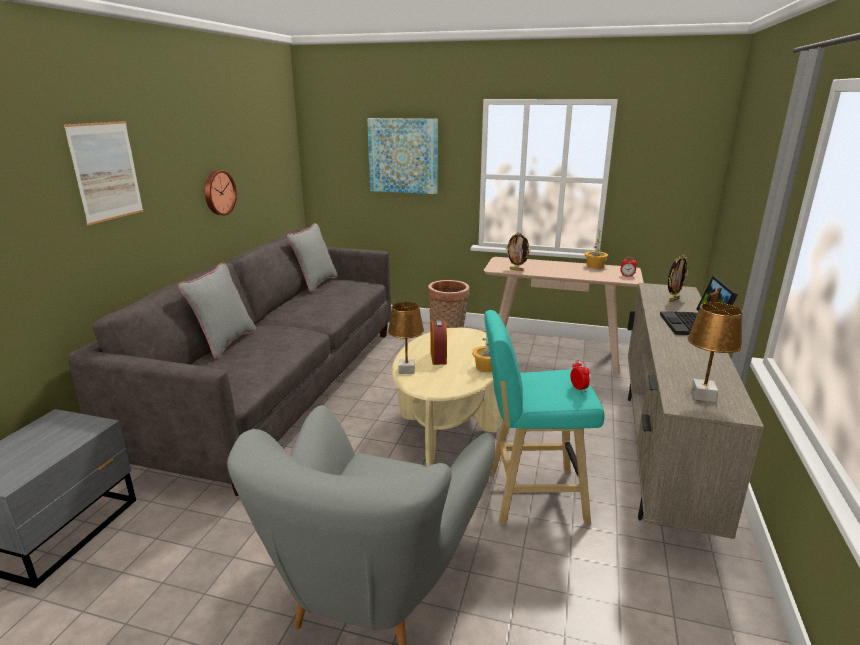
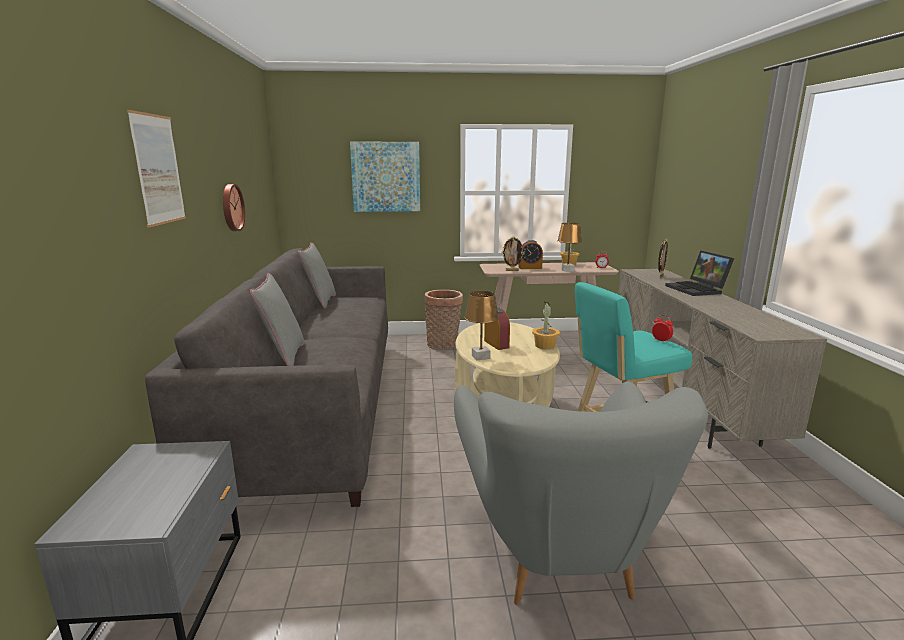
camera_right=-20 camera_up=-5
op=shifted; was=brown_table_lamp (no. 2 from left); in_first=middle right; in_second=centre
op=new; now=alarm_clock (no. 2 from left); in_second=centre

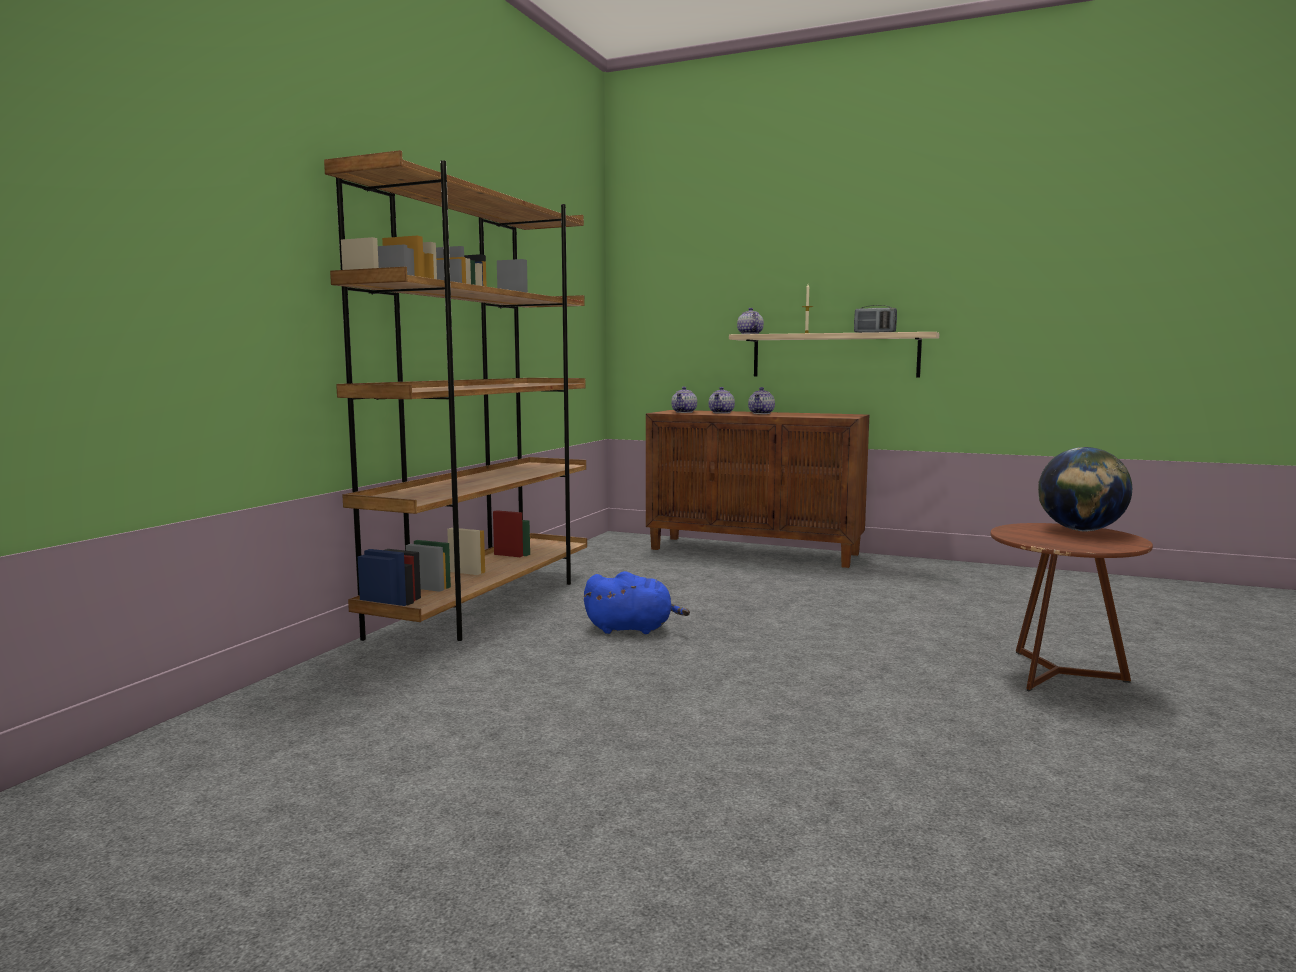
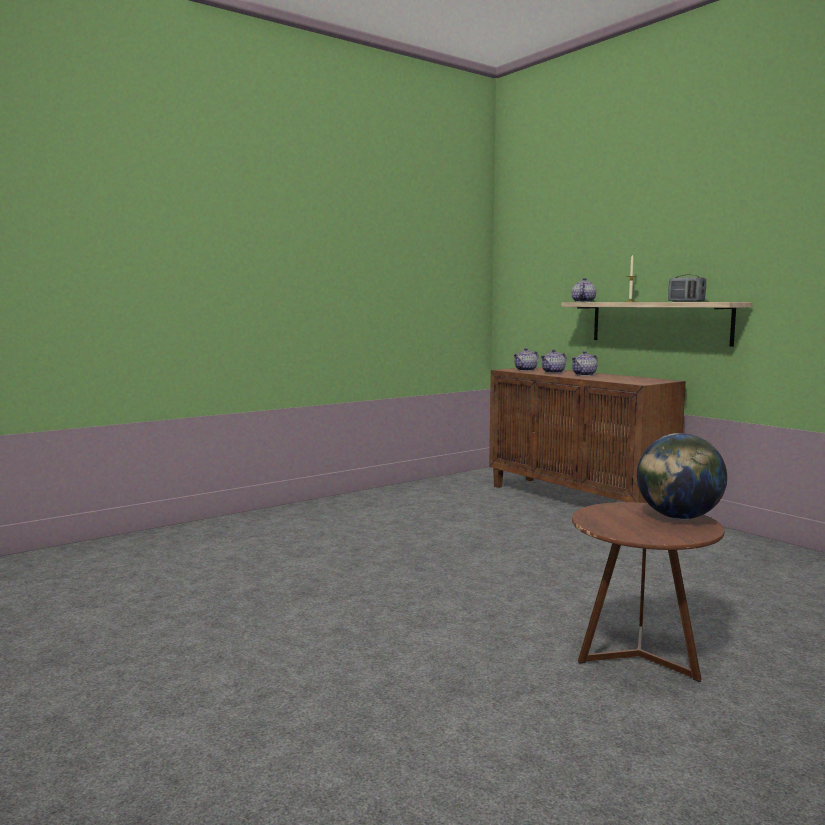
camera_right=30 camera_up=0
op=gone; was=brown_bookcase; in_first=centre
op=gone; was=blue_plush_toy; in_first=centre

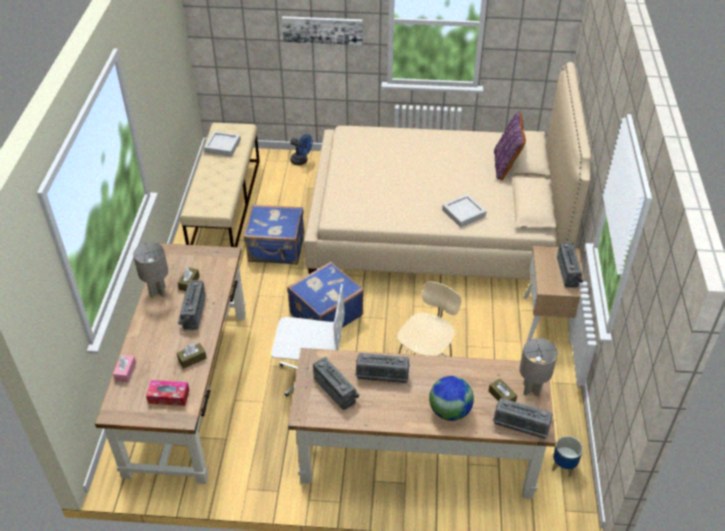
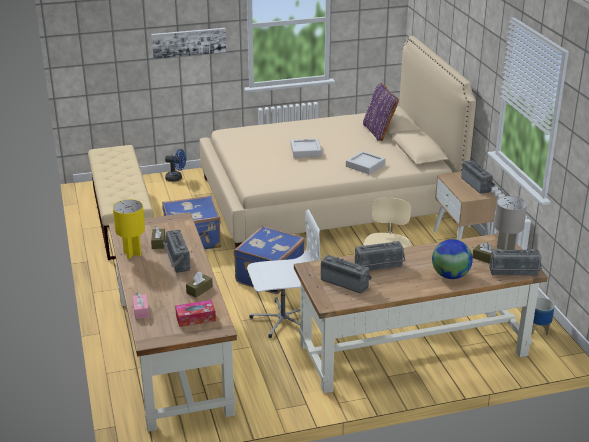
camera_right=-20 camera_up=-15
op=shifted; was=grey_tray (no. 1 from left); in_first=top left; in_second=centre
op=repainted; was=grey_table_lamp (no. 1 from left); now=yellow_table_lamp; in_first=middle left; in_second=middle left

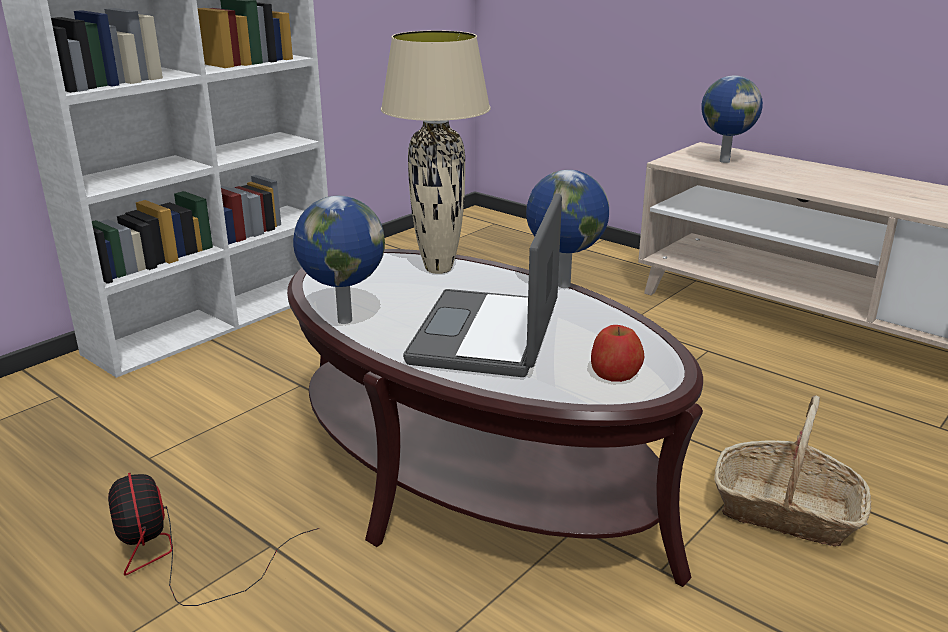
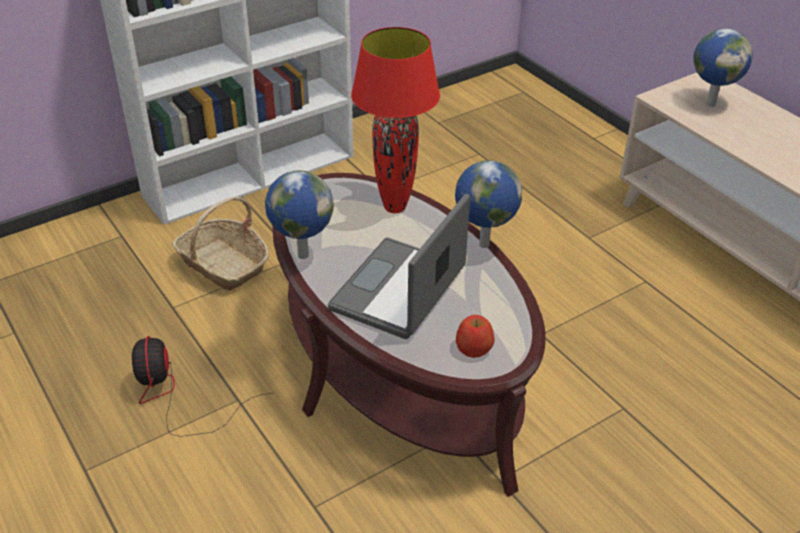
camera_right=15 camera_up=15
op=repainted; was=beige_table_lamp; now=red_table_lamp; in_first=top centre; in_second=top centre
op=shifted; was=basket; in_first=bottom right; in_second=middle left

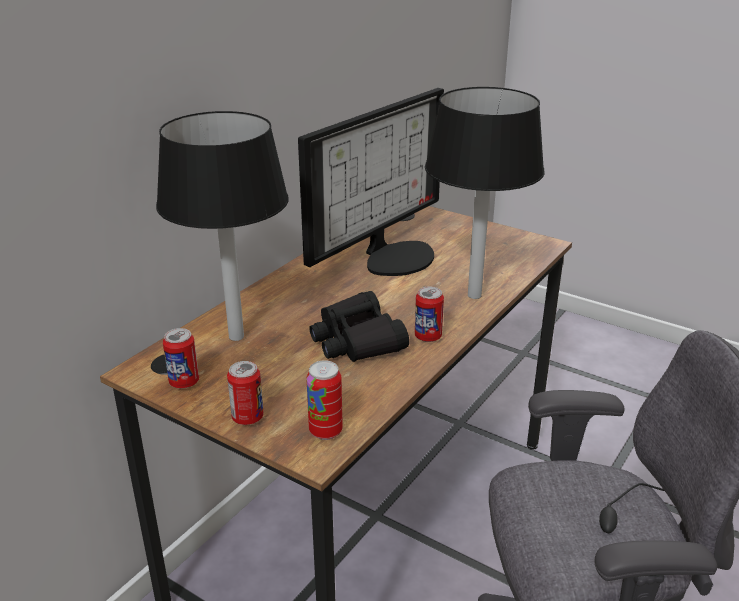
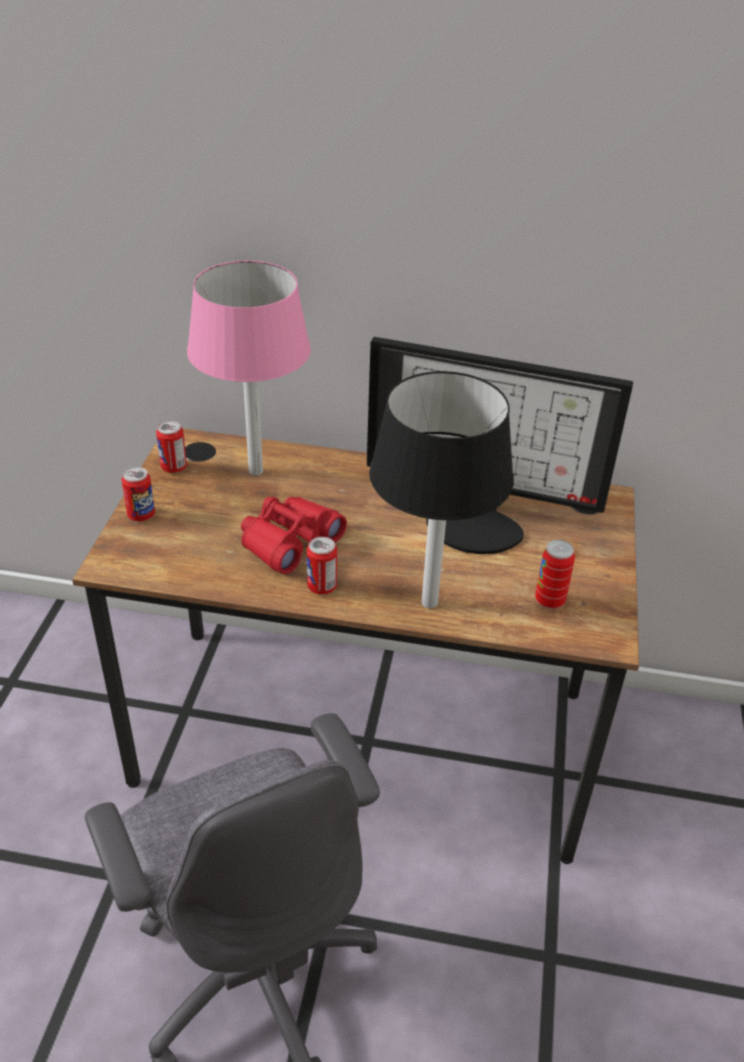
camera_right=65 camera_up=10
op=repainted; was=black_table_lamp (no. 1 from left); now=pink_table_lamp; in_first=middle left; in_second=centre
op=repainted; was=black_binoculars; now=red_binoculars; in_first=centre; in_second=centre
op=shifted; was=can (no. 3 from left in the first image); now=can (no. 4 from left); in_first=centre; in_second=middle right

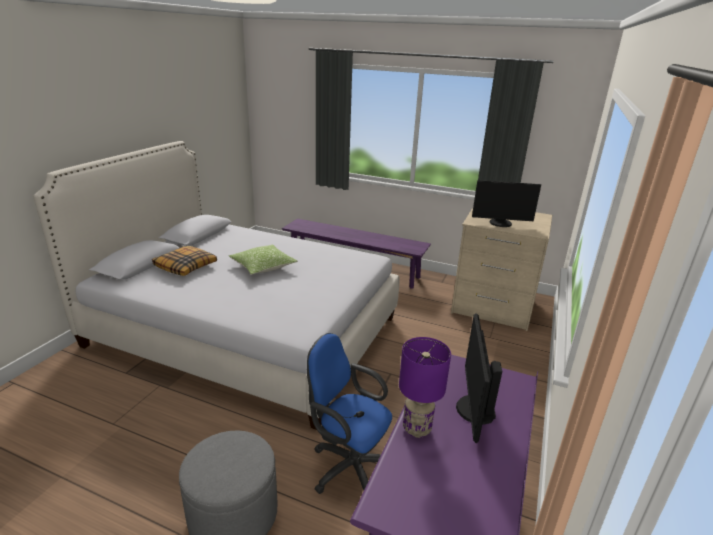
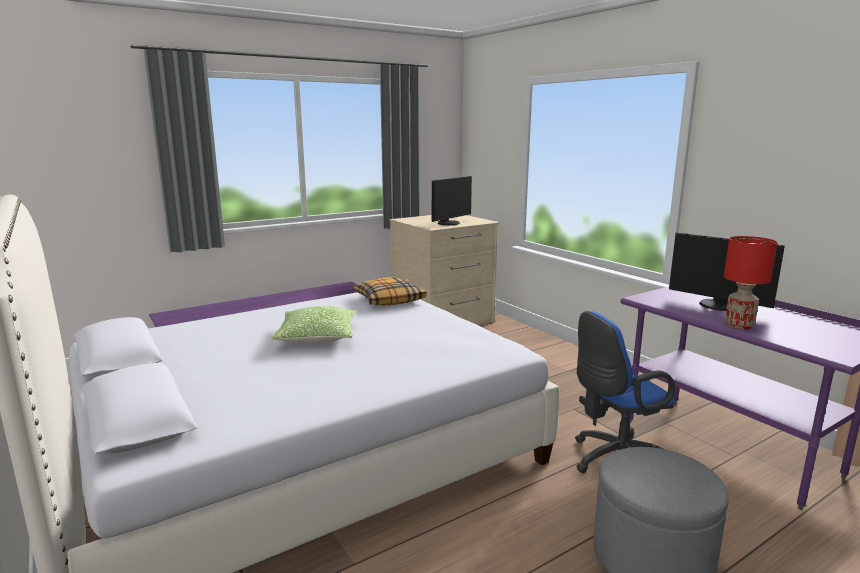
camera_right=-55 camera_up=-10
op=shifted; was=pillow (no. 1 from left in the first image); now=pillow (no. 2 from left); in_first=middle left; in_second=centre
op=repainted; was=purple_table_lamp; now=red_table_lamp; in_first=bottom centre; in_second=middle right

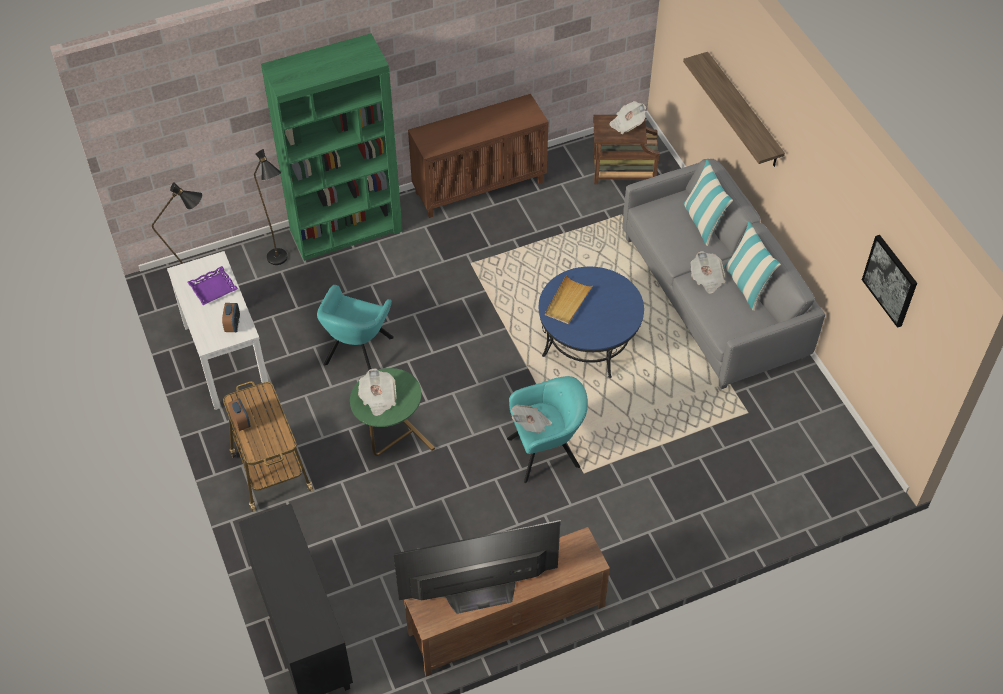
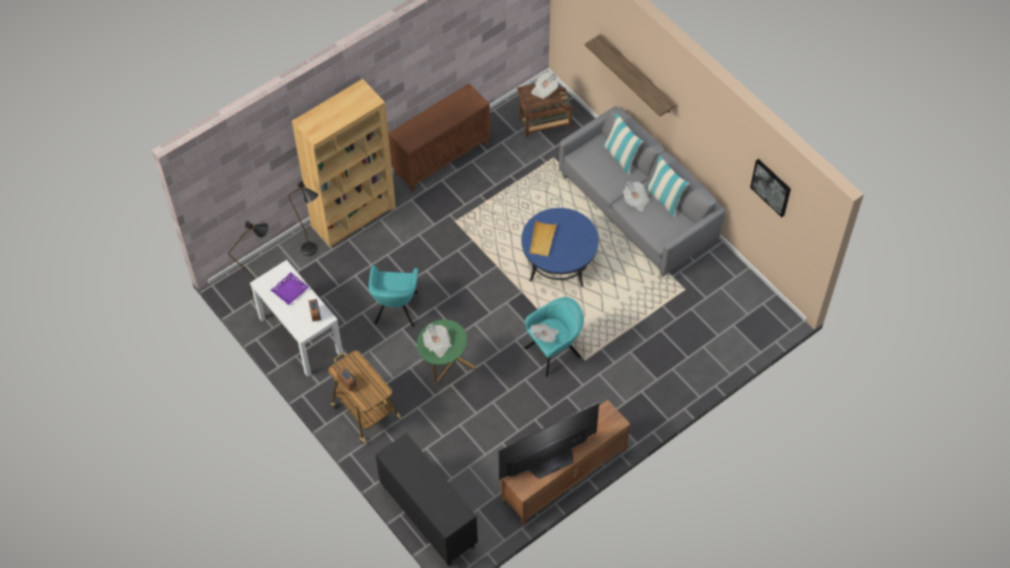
camera_right=-15 camera_up=5
op=repainted; was=green_bookcase; now=brown_bookcase; in_first=top left; in_second=top centre

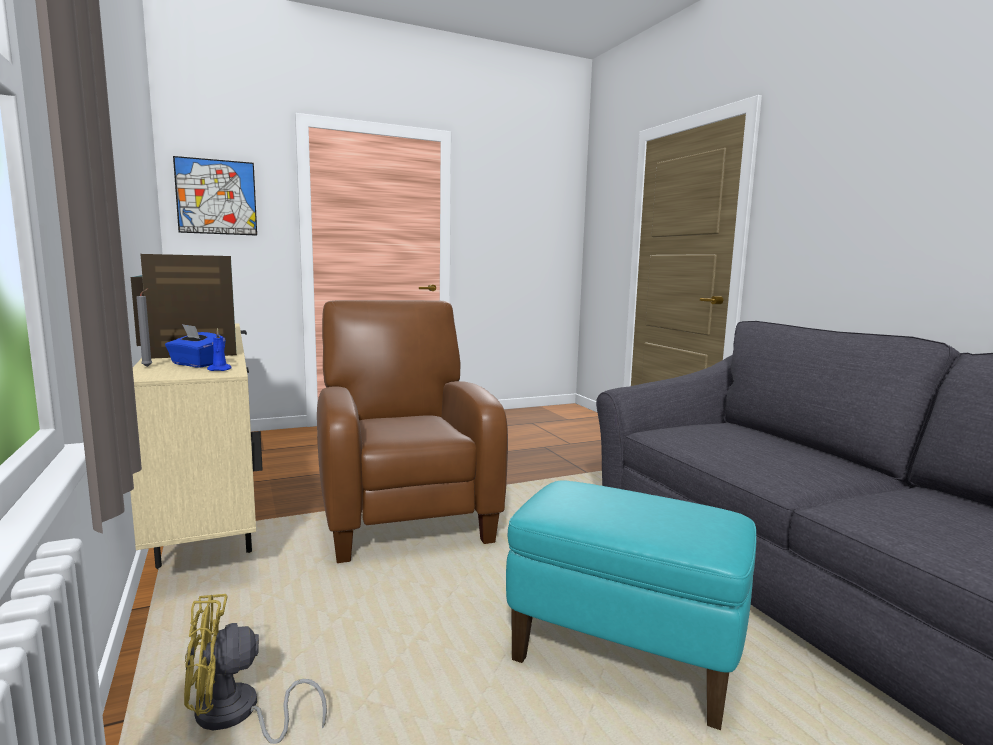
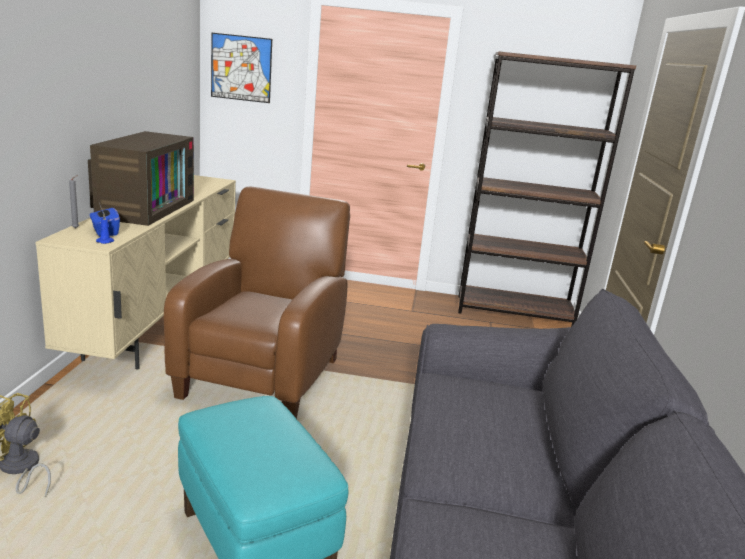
camera_right=30 camera_up=10
op=new; now=brown_bookcase; in_second=middle right

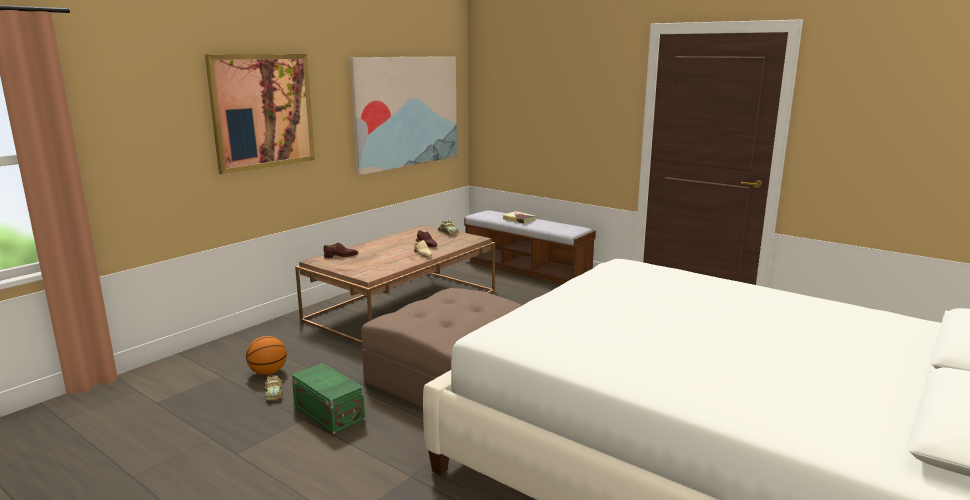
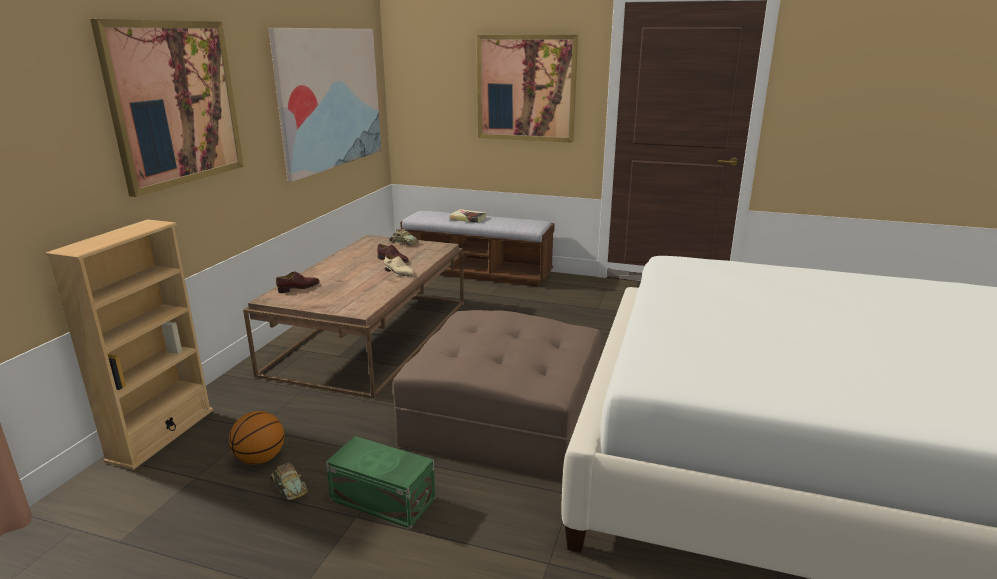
camera_right=-20 camera_up=5
op=new; now=picture (no. 3 from left); in_second=top centre
op=new; now=beige_bookcase; in_second=middle left

